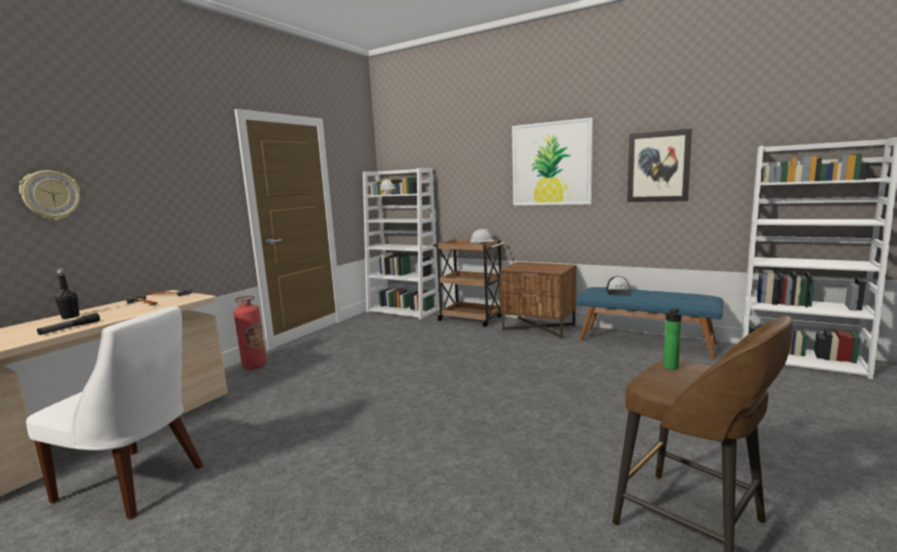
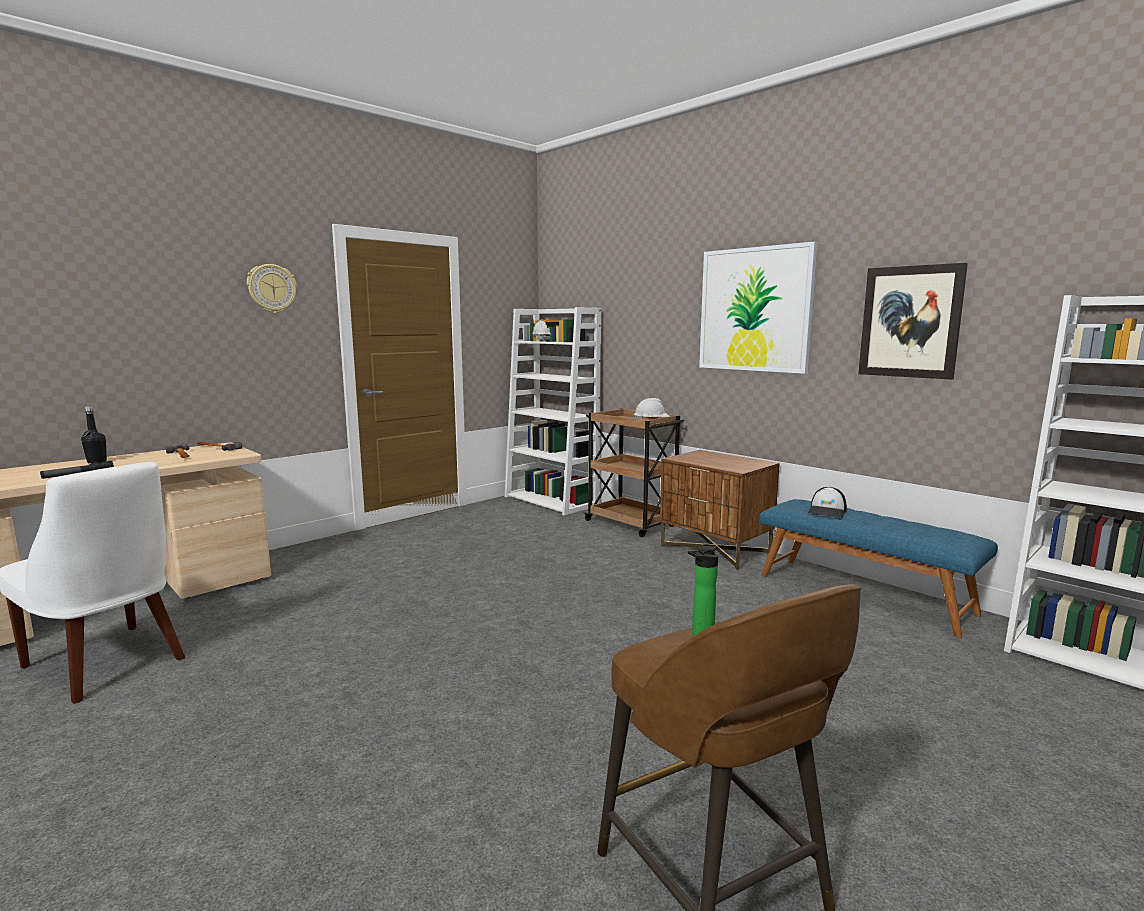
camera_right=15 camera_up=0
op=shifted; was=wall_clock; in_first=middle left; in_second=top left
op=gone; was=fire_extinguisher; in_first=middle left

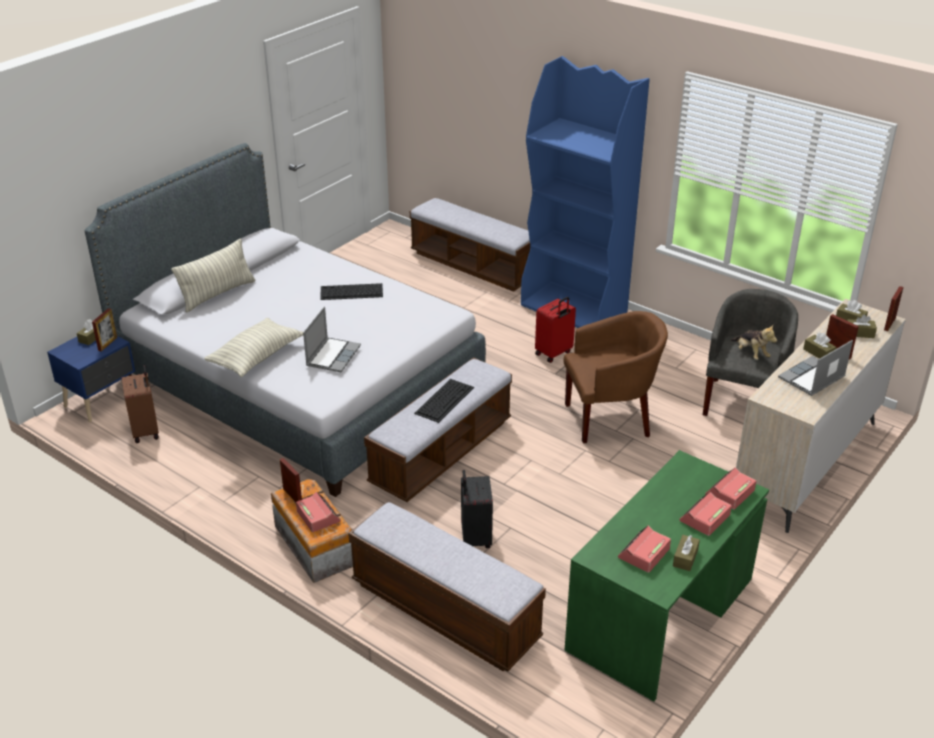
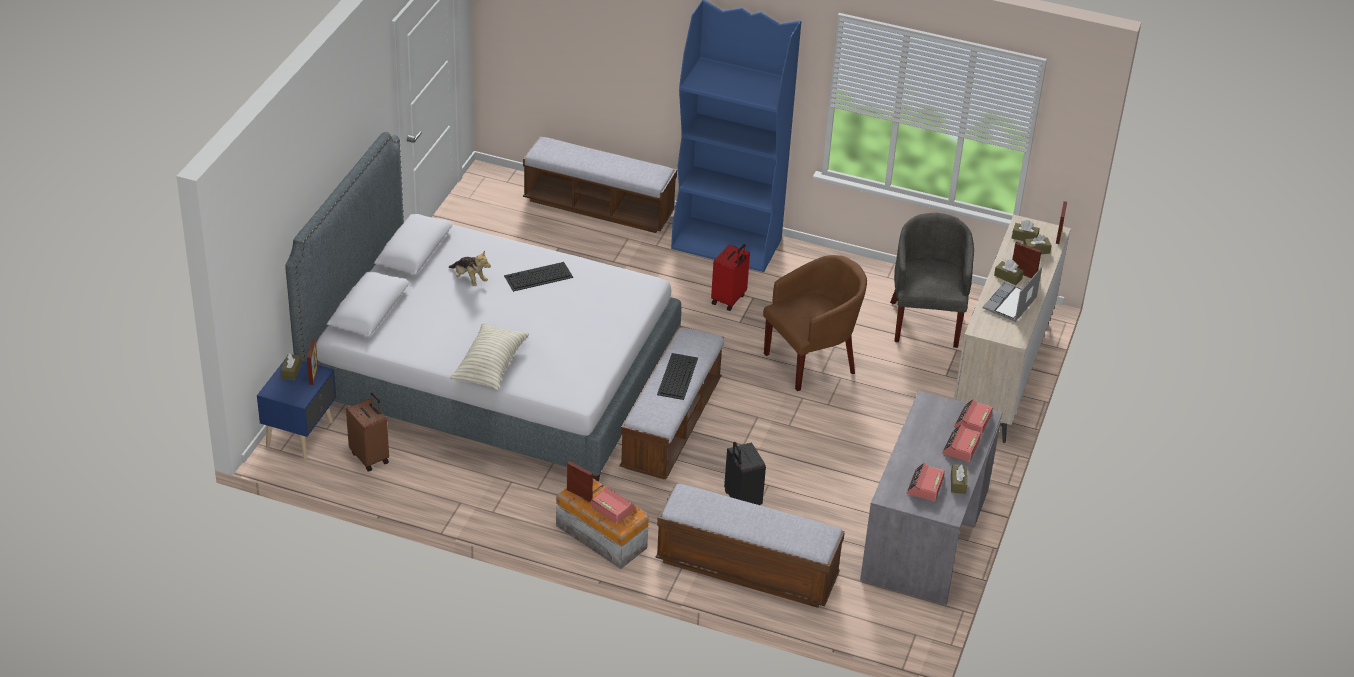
camera_right=-20 camera_up=5
op=gone; was=pillow (no. 1 from left); in_first=middle left
op=gone; was=laptop (no. 1 from left); in_first=centre
op=shifted; was=plush_toy; in_first=middle right; in_second=centre
op=repainted; was=green_desk; now=grey_desk; in_first=bottom right; in_second=bottom right

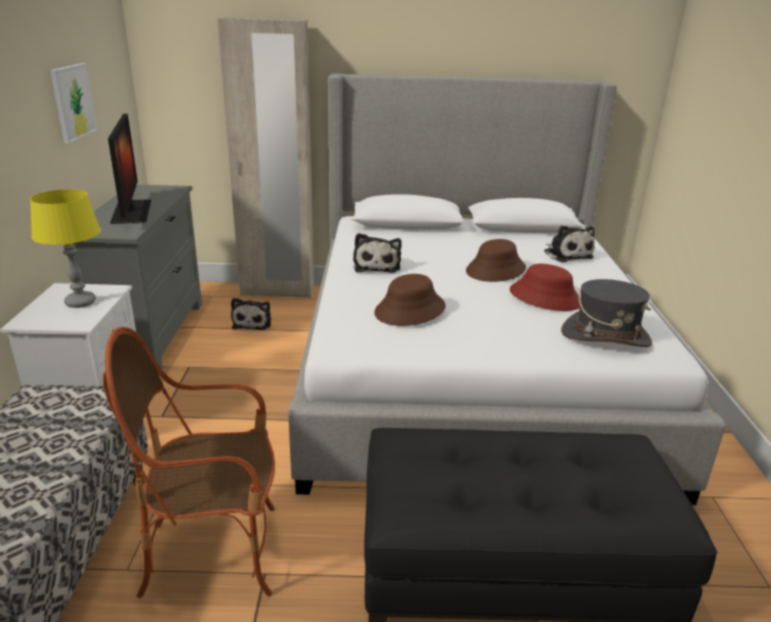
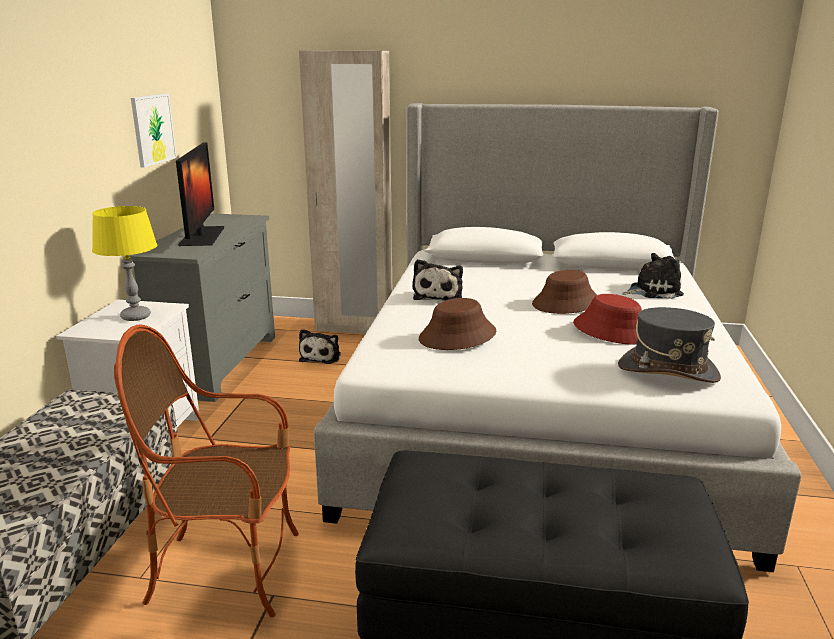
camera_right=10 camera_up=-5
op=rotated; was=plush_toy (no. 3 from left); in_first=middle right; in_second=middle right; clockwise=-90

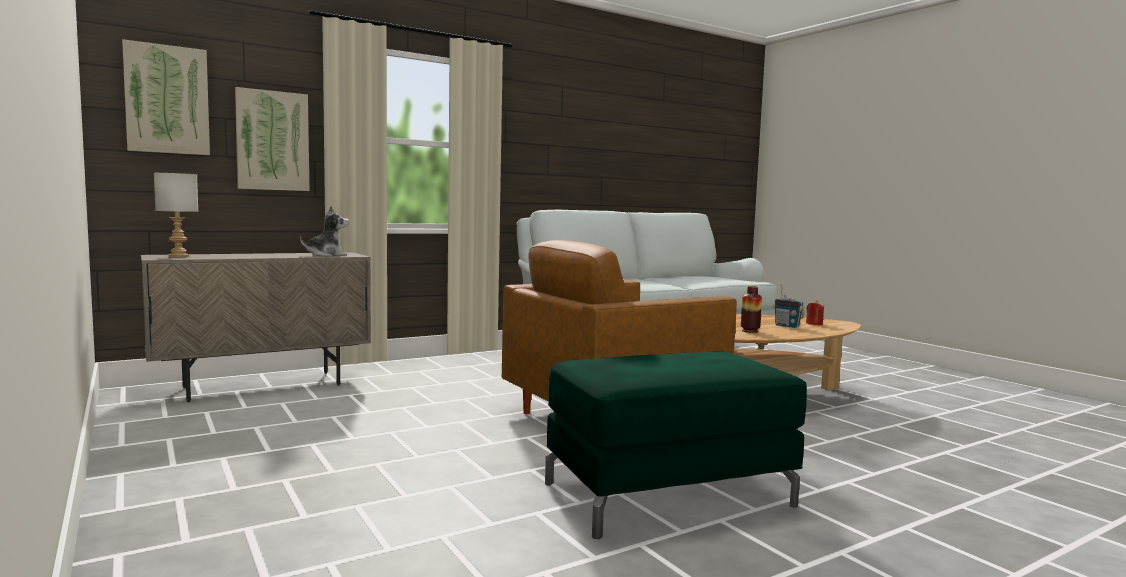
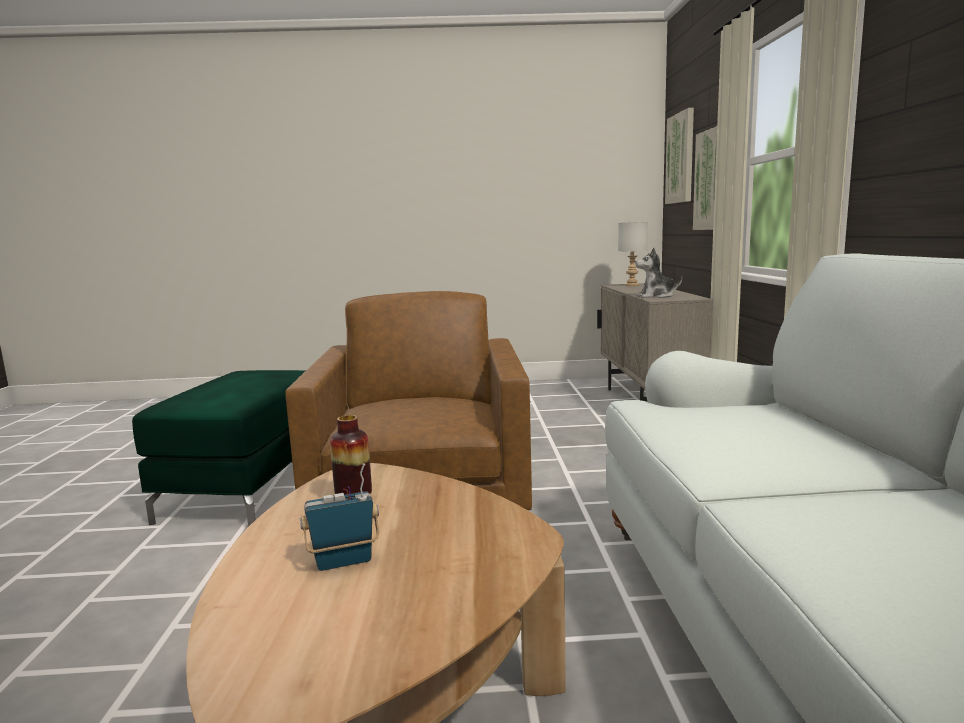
camera_right=120 camera_up=5
op=rotated; was=plush_toy; in_first=middle left; in_second=middle right; clockwise=90
op=gone; was=red_candle; in_first=middle right

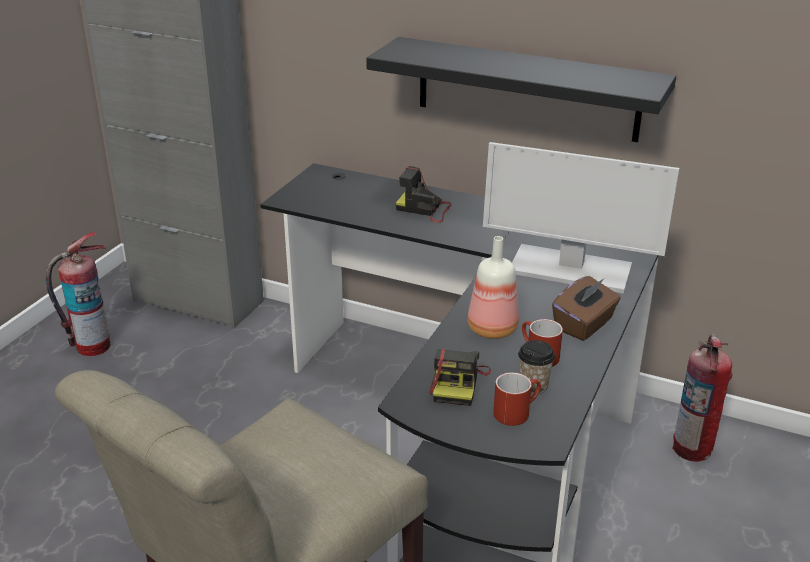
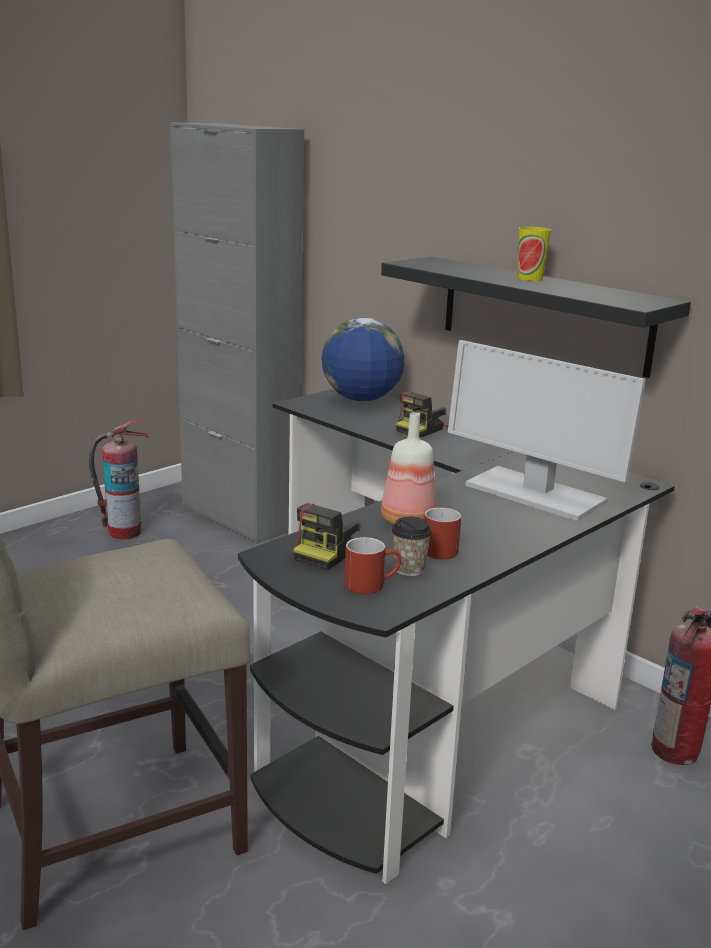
camera_right=20 camera_up=-10
op=rotated; was=photo_camera (no. 1 from left in the first image); in_first=centre; in_second=centre; clockwise=-90
op=gone; was=brown_tissue_box; in_first=middle right
op=new; now=cup (no. 2 from left); in_second=top right
op=new; now=globe; in_second=centre

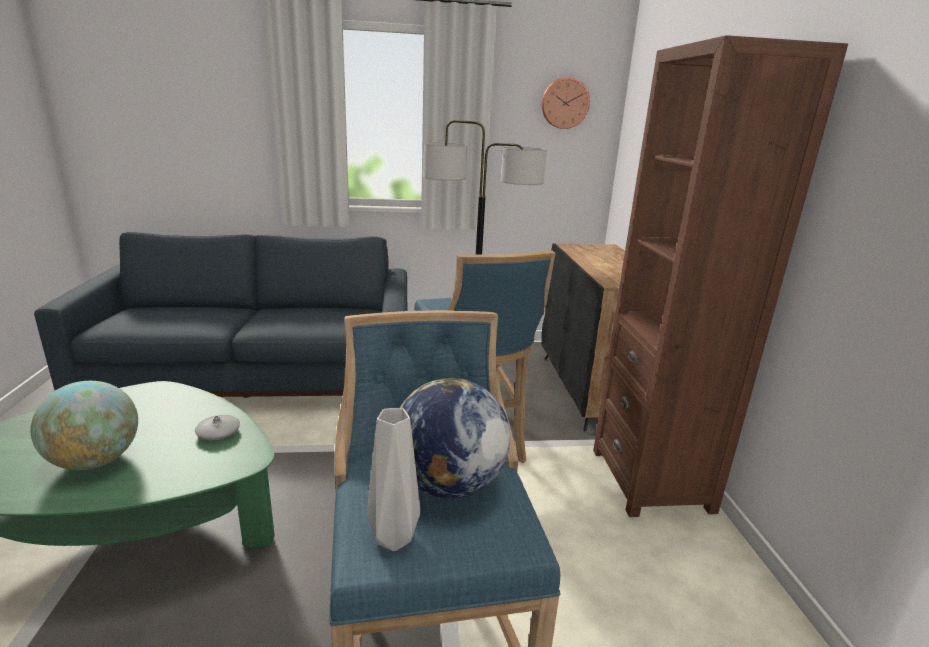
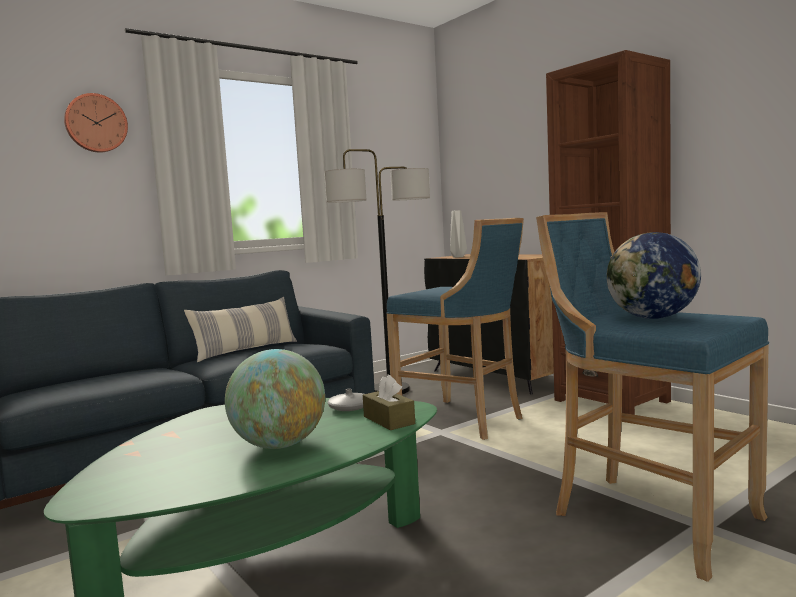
camera_right=-30 camera_up=-15
op=shifted; was=wall_clock; in_first=top centre; in_second=top left
op=shifted; was=grey_vase (no. 2 from left); in_first=bottom centre; in_second=centre
op=new; now=pillow; in_second=middle left
op=new; now=brown_tissue_box; in_second=bottom centre

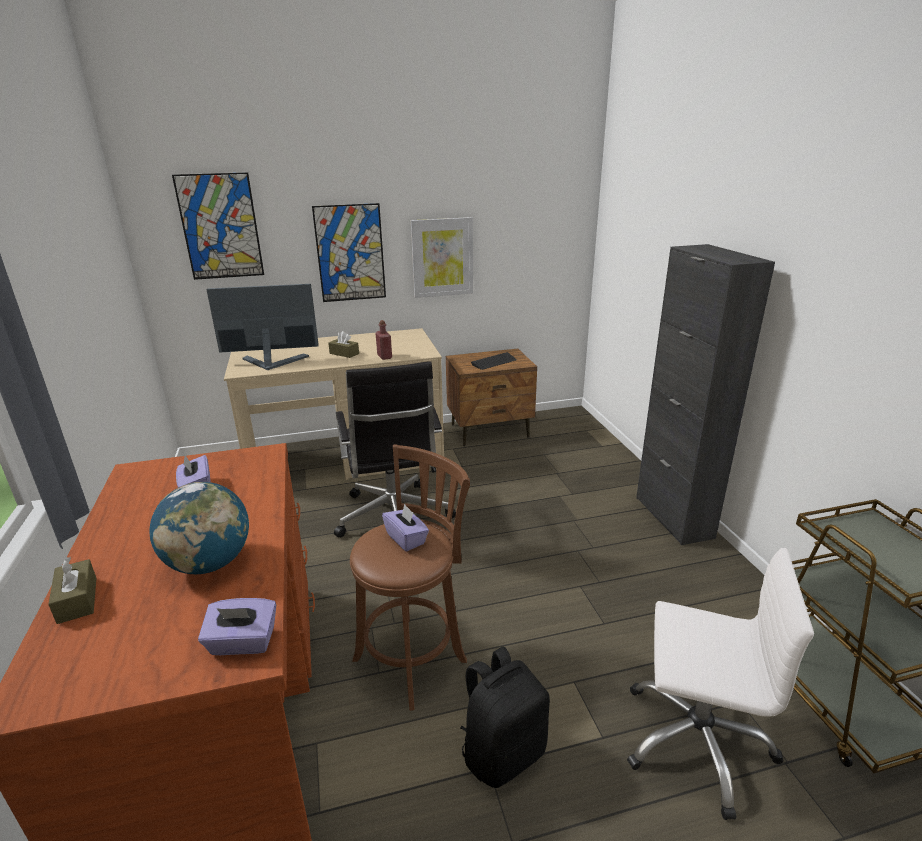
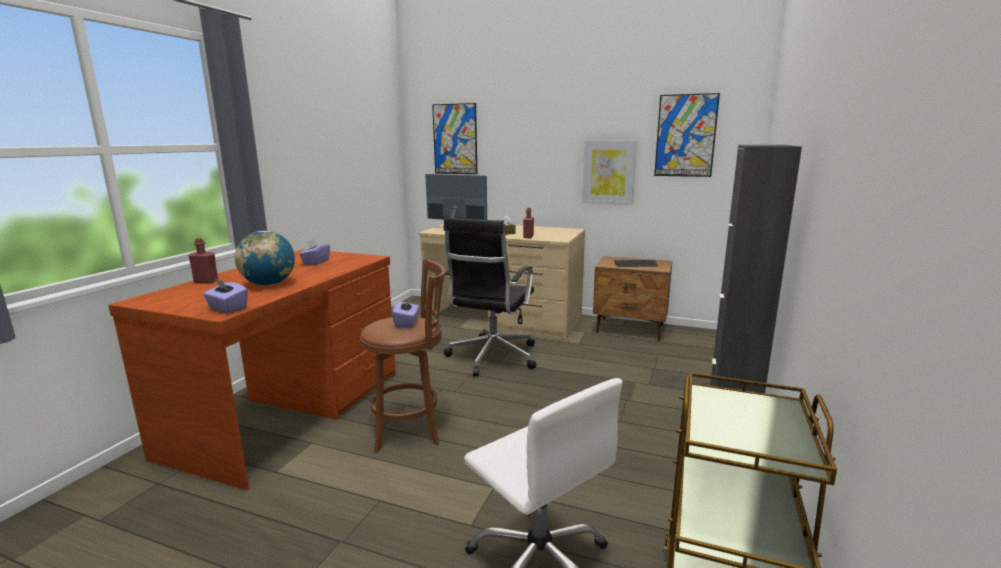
camera_right=35 camera_up=-10
op=shifted; was=picture (no. 2 from left in the first image); now=picture (no. 3 from left); in_first=top centre; in_second=top right
op=swapped; was=brown_tissue_box (no. 1 from left); now=red_bottle (no. 1 from left); in_first=bottom left; in_second=middle left
op=gone; was=black_backpack; in_first=bottom centre

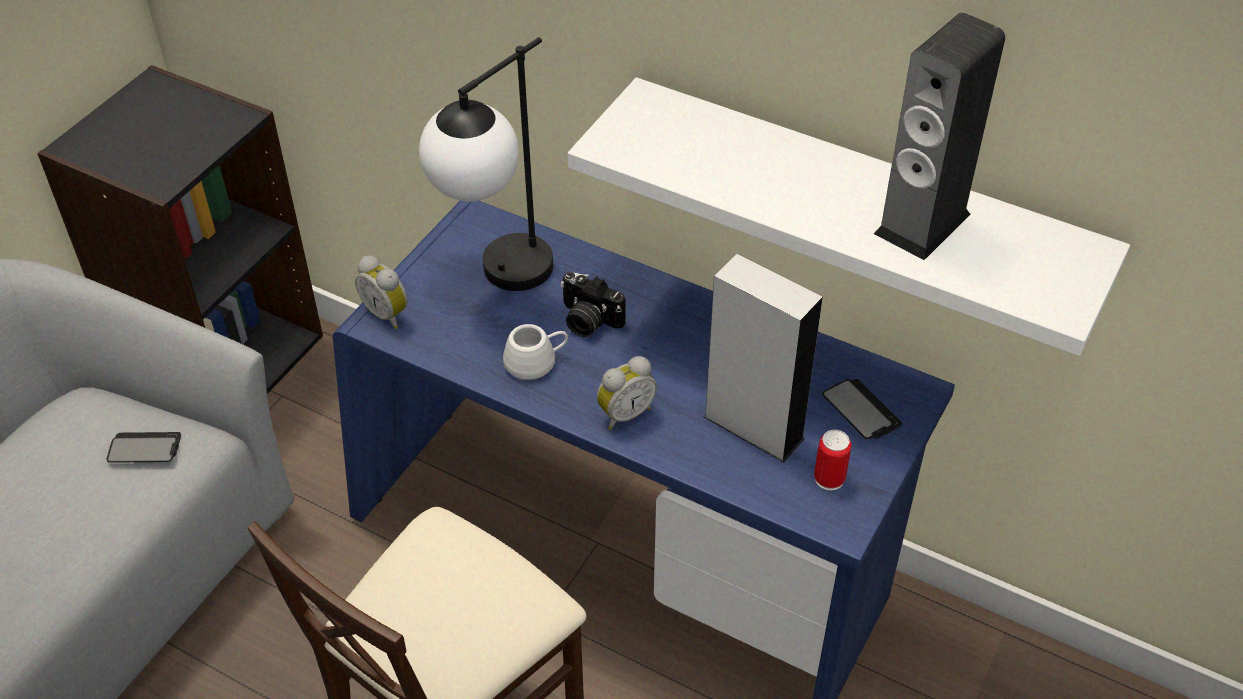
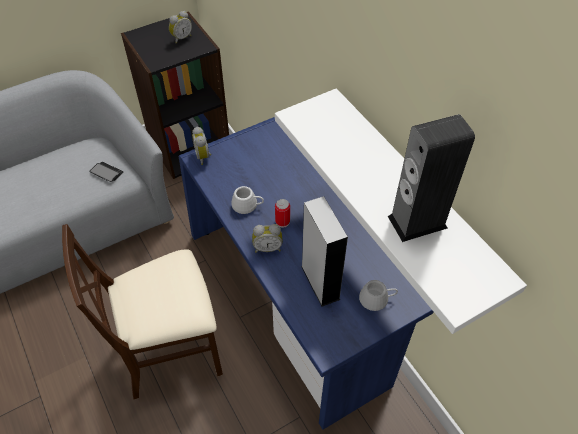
camera_right=30 camera_up=5
op=gone; was=table_lamp; in_first=top centre
op=gone; was=photo_camera; in_first=centre
op=swapped; was=phone (no. 2 from left); now=white_mug (no. 2 from left); in_first=middle right; in_second=bottom centre
op=shifted; was=can; in_first=middle right; in_second=centre
op=new; now=alarm_clock (no. 1 from left); in_second=top left

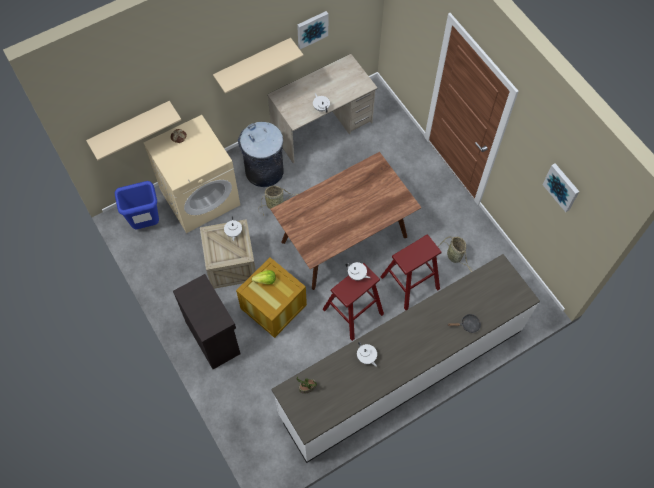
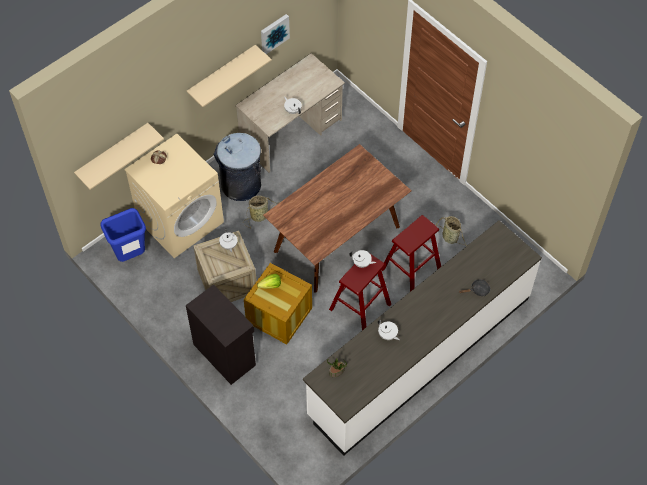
camera_right=-10 camera_up=-5
op=gone; was=picture (no. 2 from left); in_first=middle right

